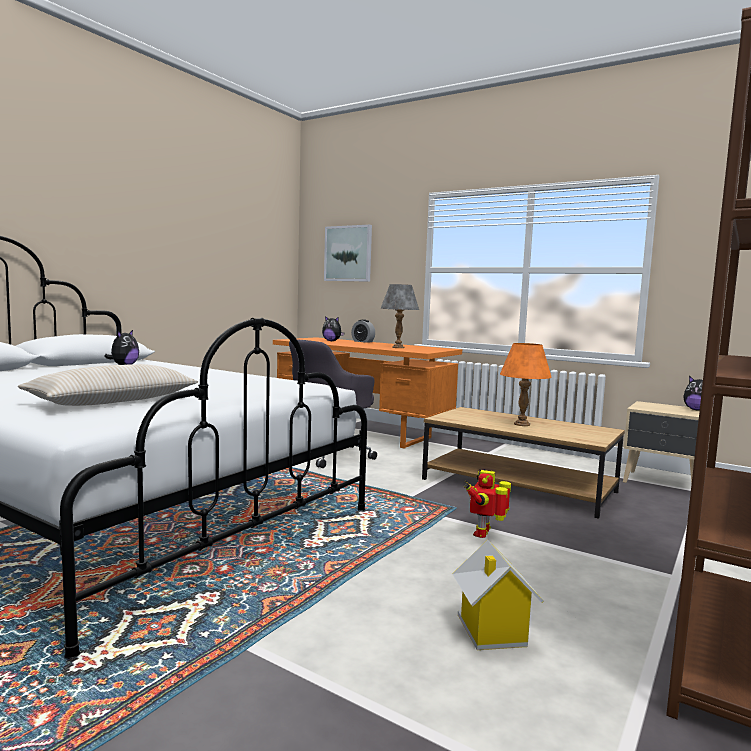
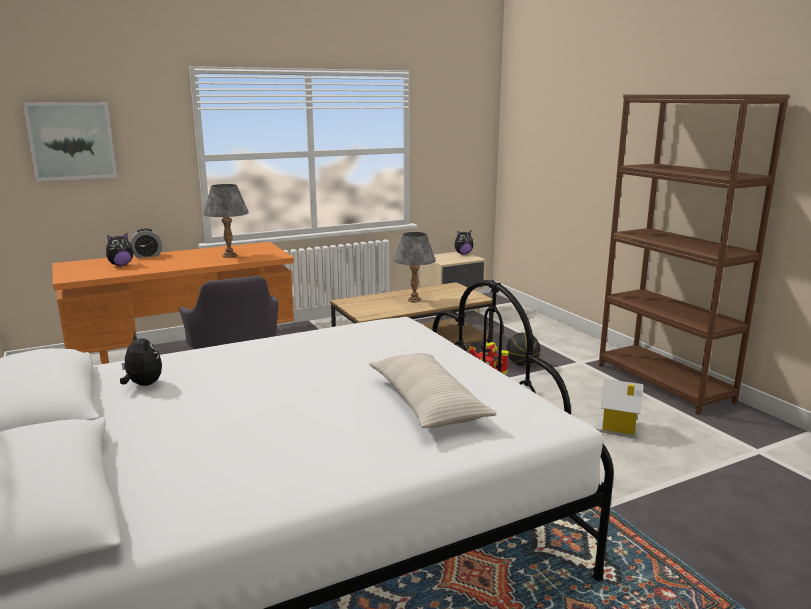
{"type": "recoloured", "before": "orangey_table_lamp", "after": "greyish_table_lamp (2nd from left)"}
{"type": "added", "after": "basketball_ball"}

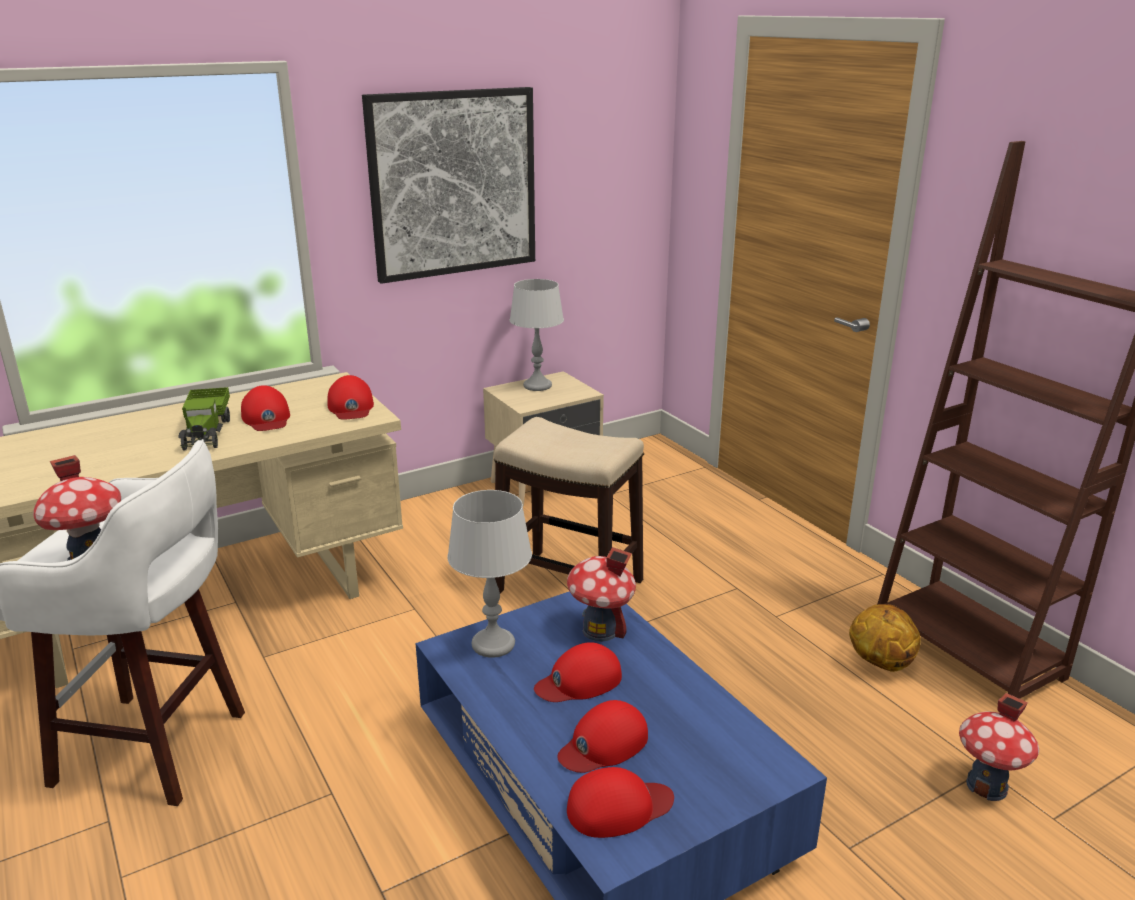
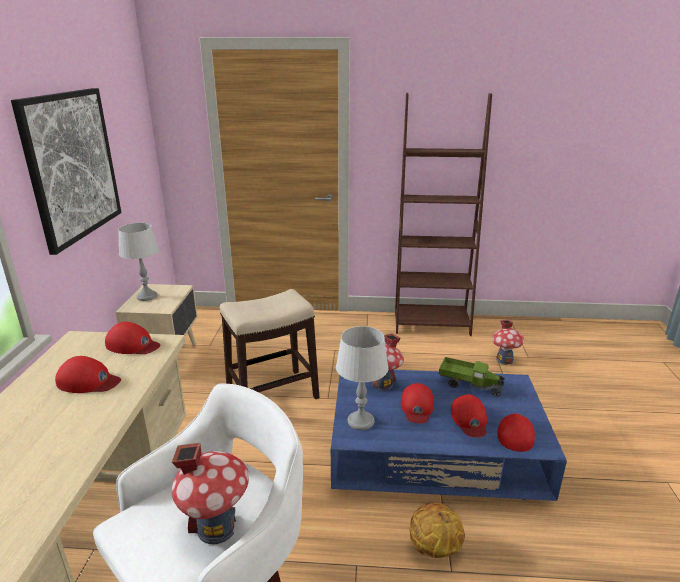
{"type": "moved", "before": "model_truck"}
{"type": "moved", "before": "basketball_ball"}

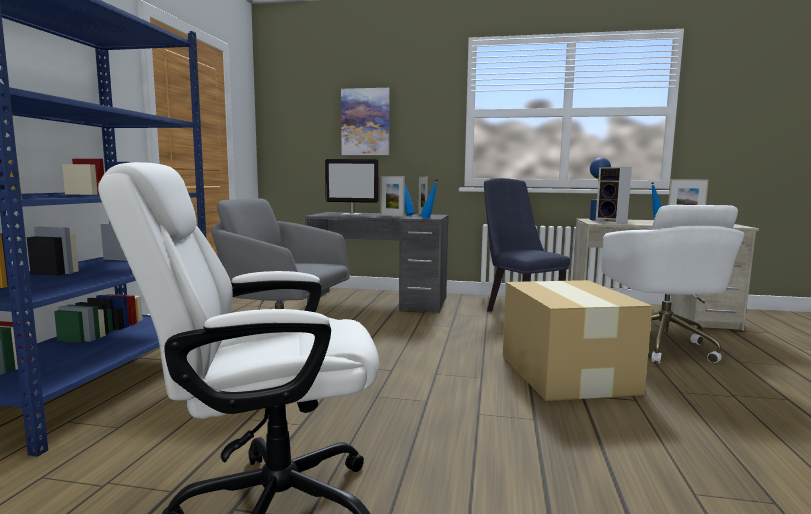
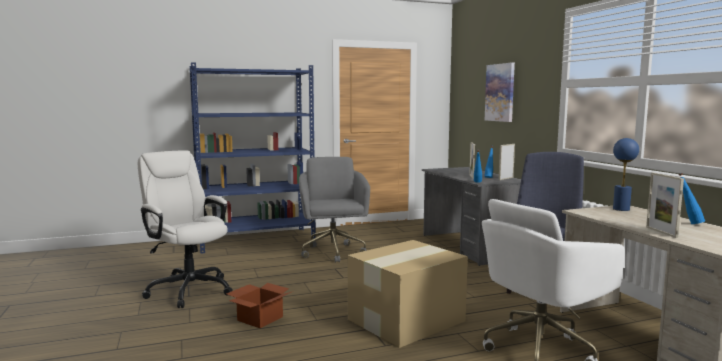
{"type": "removed", "before": "monitor"}
{"type": "removed", "before": "speaker"}
{"type": "added", "after": "cardboard_box (1st from left)"}

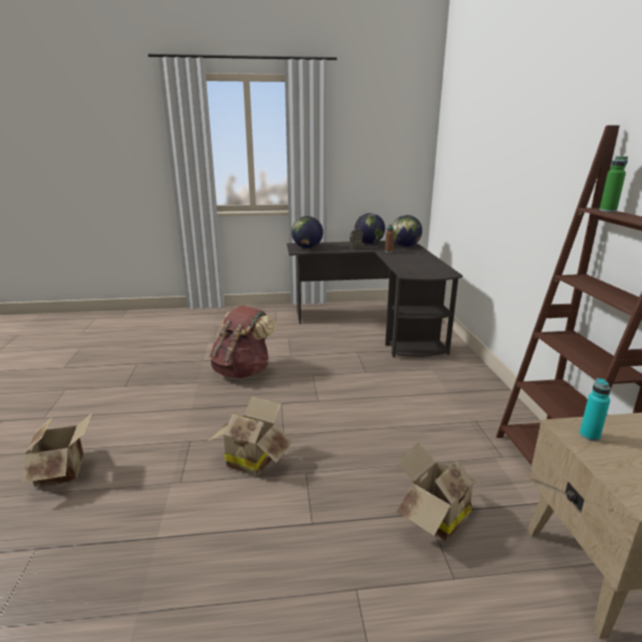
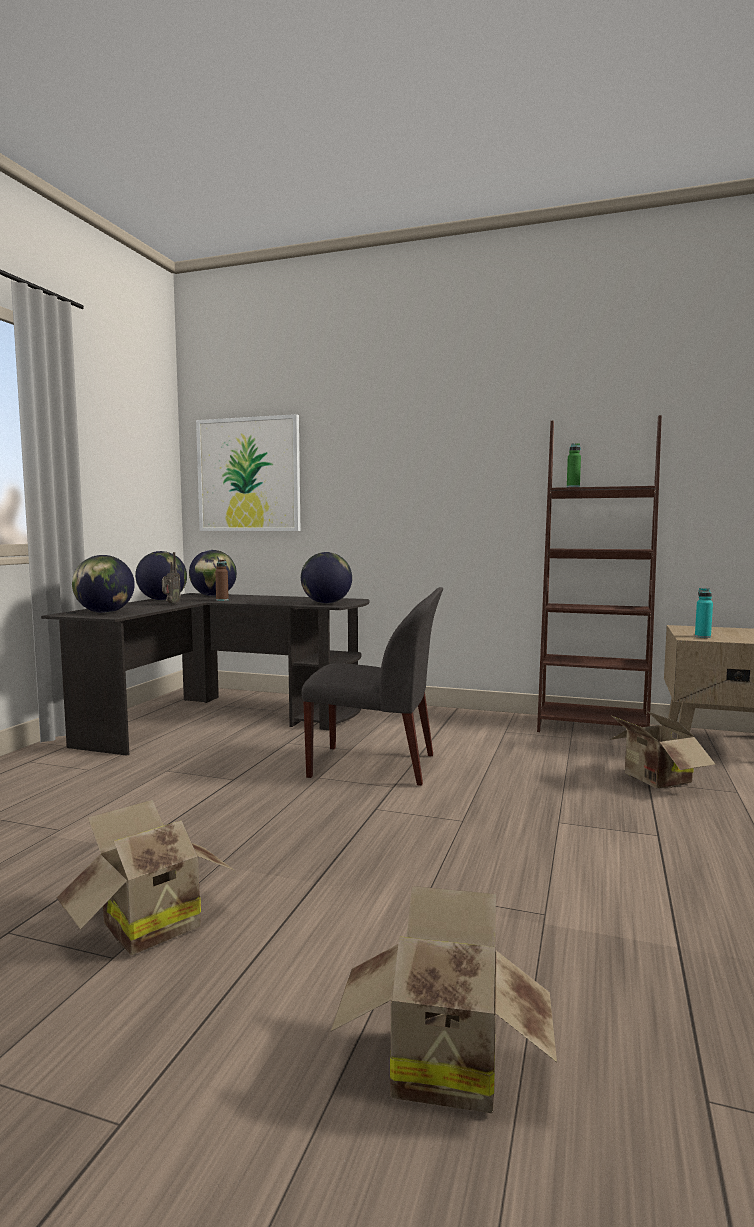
{"type": "moved", "before": "cardboard_box (2nd from left in the first image)", "after": "cardboard_box (1st from left)"}
{"type": "removed", "before": "brownish_backpack"}
{"type": "added", "after": "wall_picture"}
{"type": "added", "after": "globe (4th from left)"}
{"type": "added", "after": "greyish_plain_chair"}

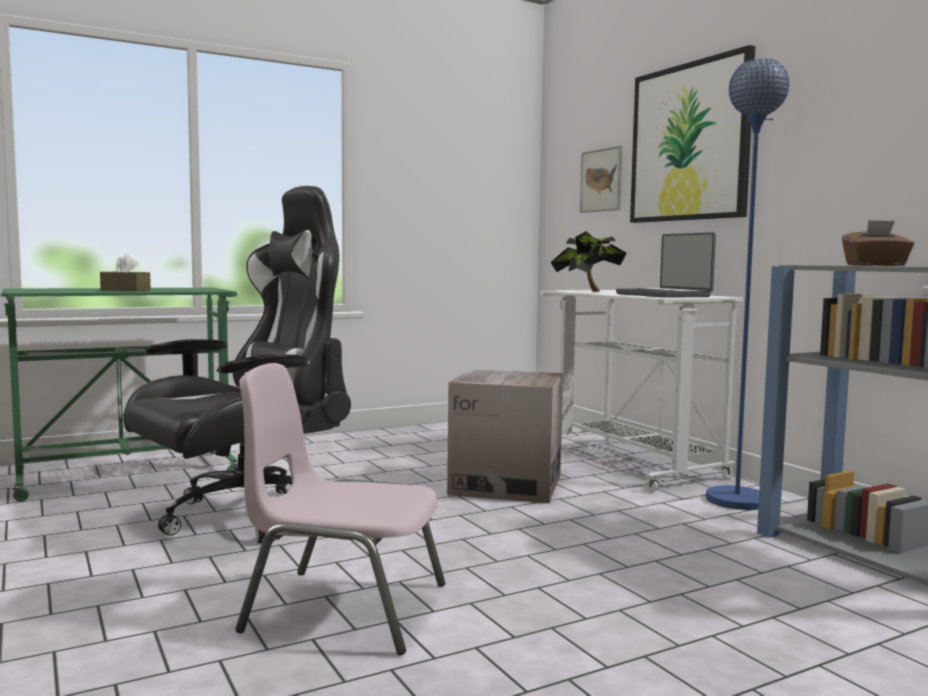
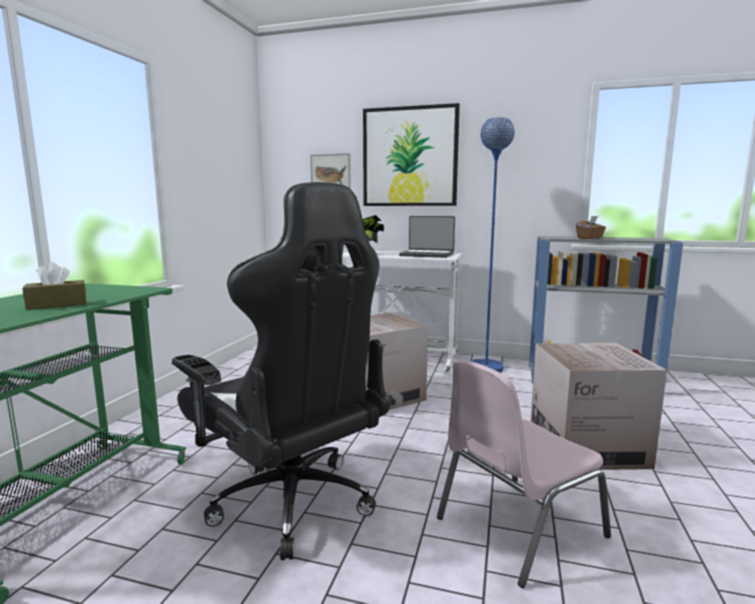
{"type": "turned", "before": "blackish_office_chair", "turn": 135}
{"type": "added", "after": "cardboard_box (2nd from left)"}

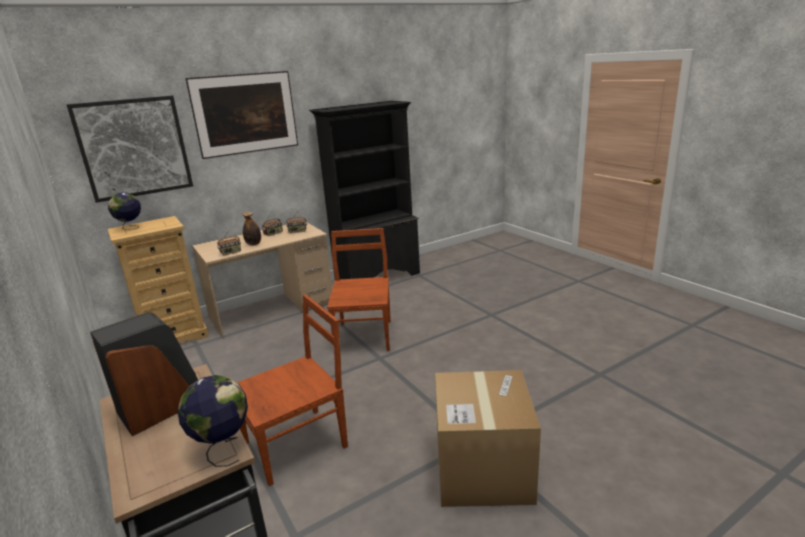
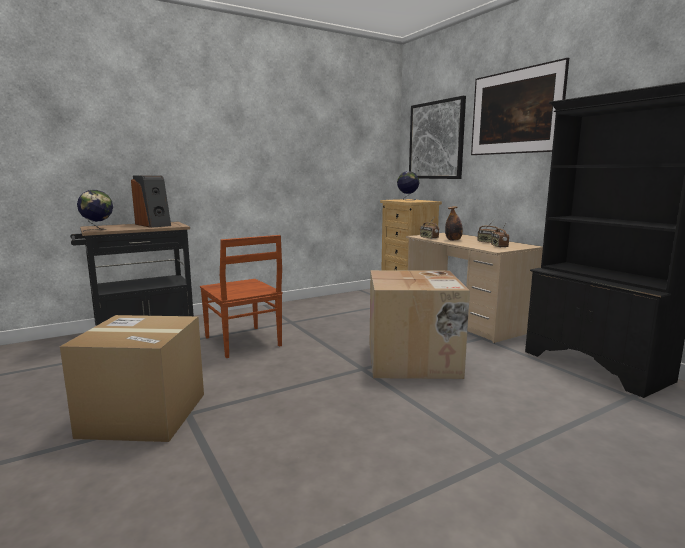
{"type": "replaced", "before": "brownish_plain_chair (2nd from left)", "after": "cardboard_box (2nd from left)"}

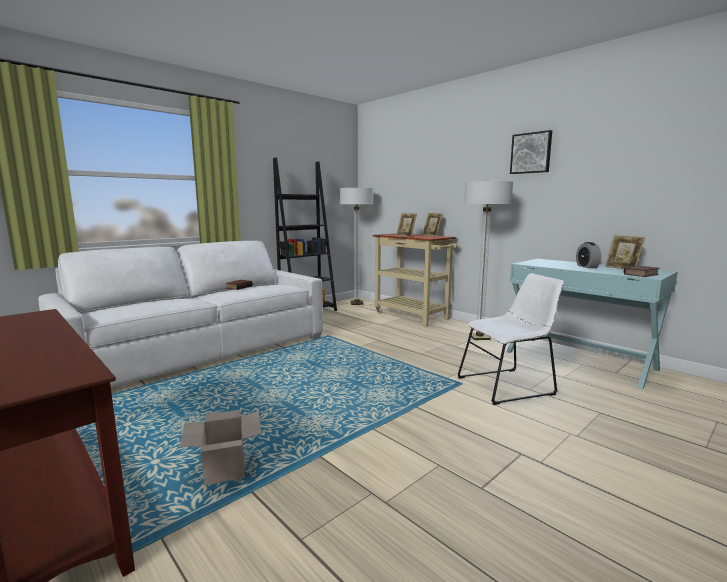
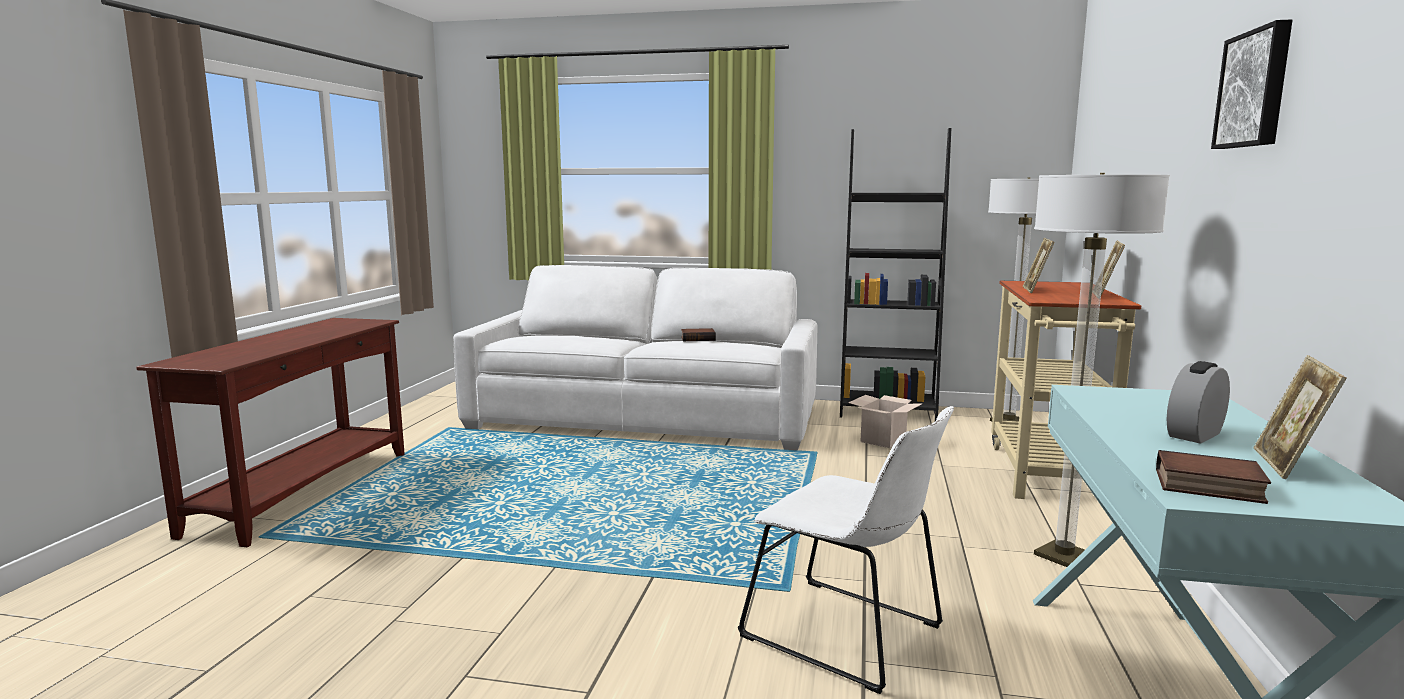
{"type": "moved", "before": "cardboard_box"}

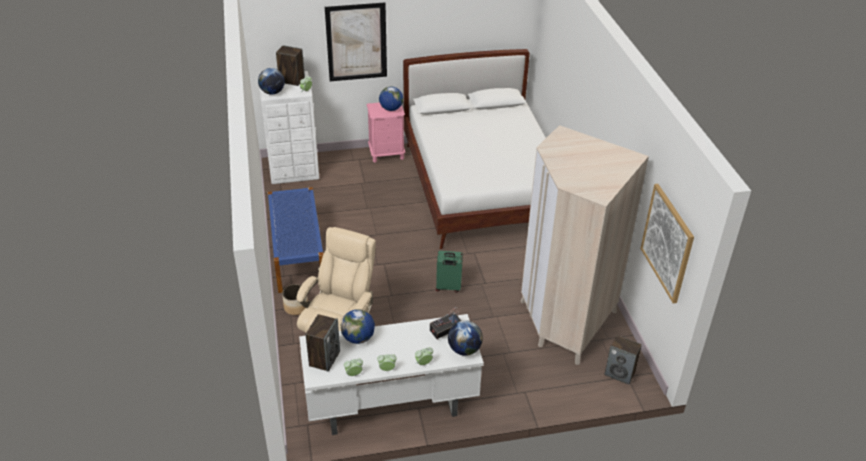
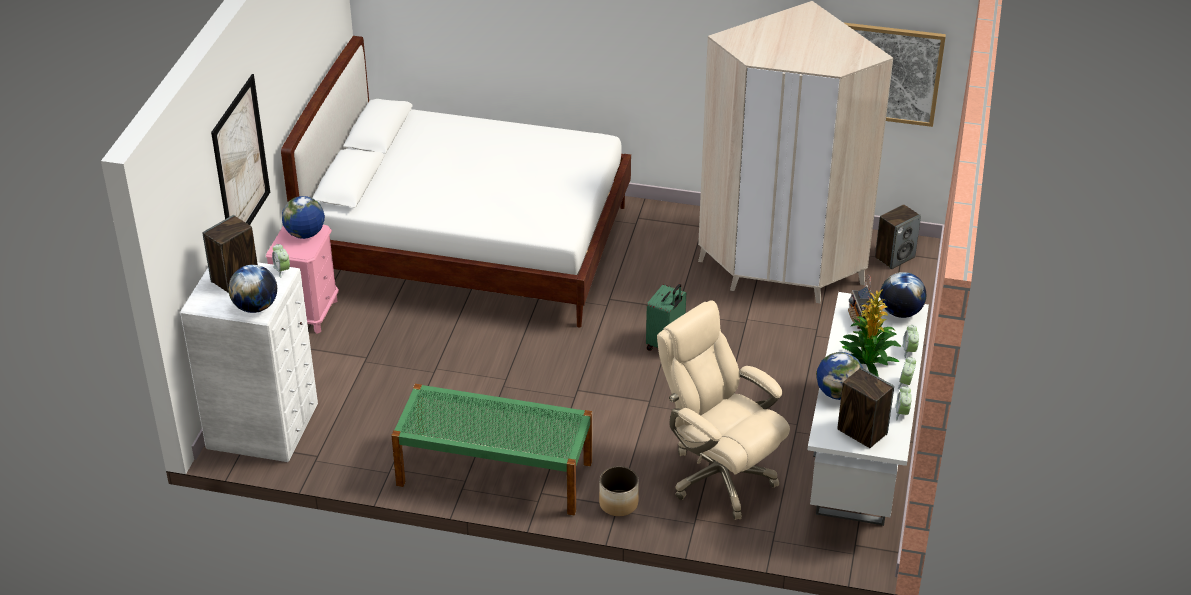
{"type": "recoloured", "before": "blue-coloured_indoor_bench", "after": "green-coloured_indoor_bench"}
{"type": "added", "after": "potted_plant"}

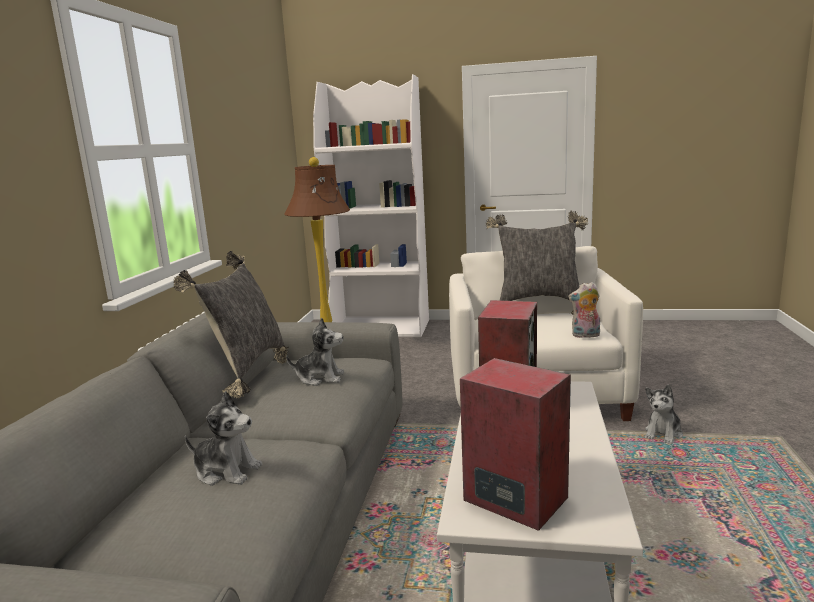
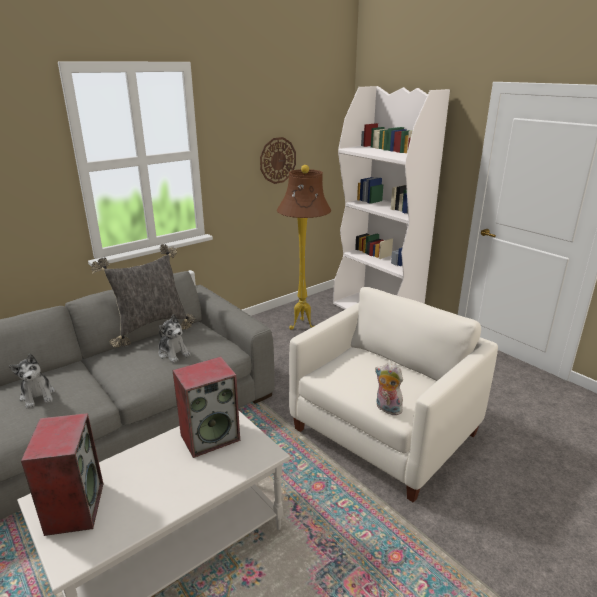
{"type": "removed", "before": "cushion (2nd from left)"}
{"type": "removed", "before": "soft_toy (4th from left)"}
{"type": "added", "after": "clock_on_the_wall"}

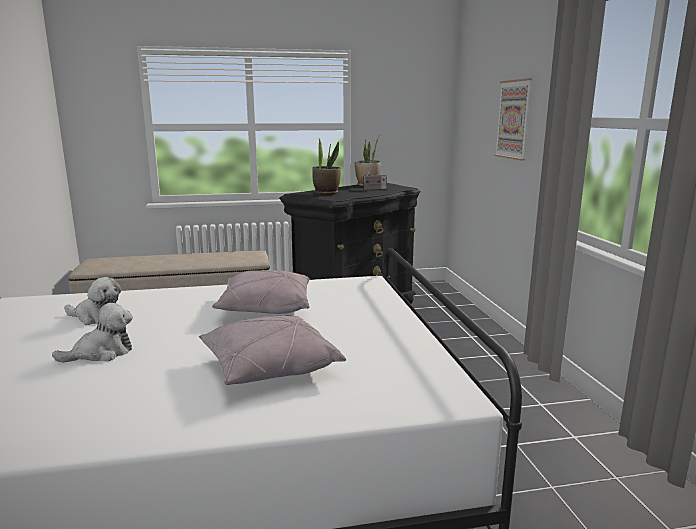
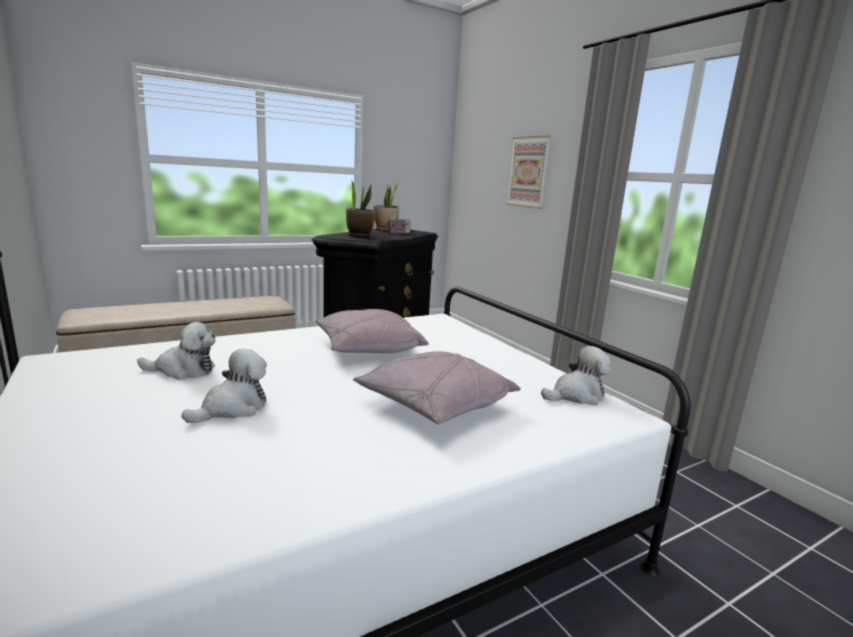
{"type": "added", "after": "soft_toy (3rd from left)"}

